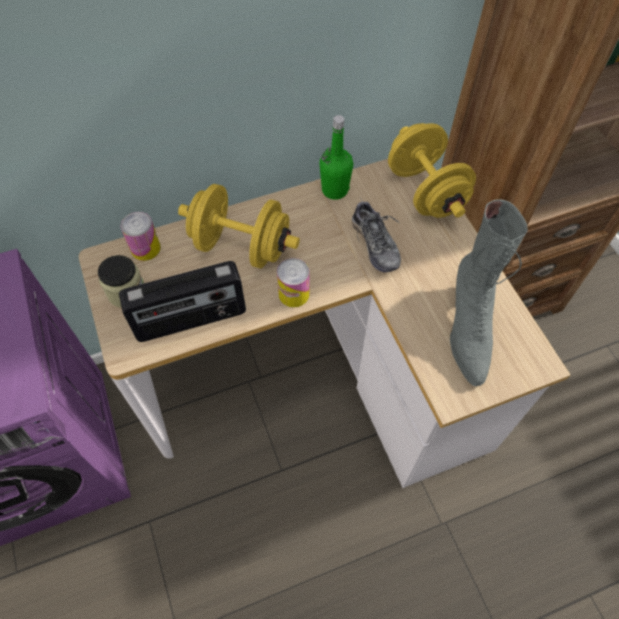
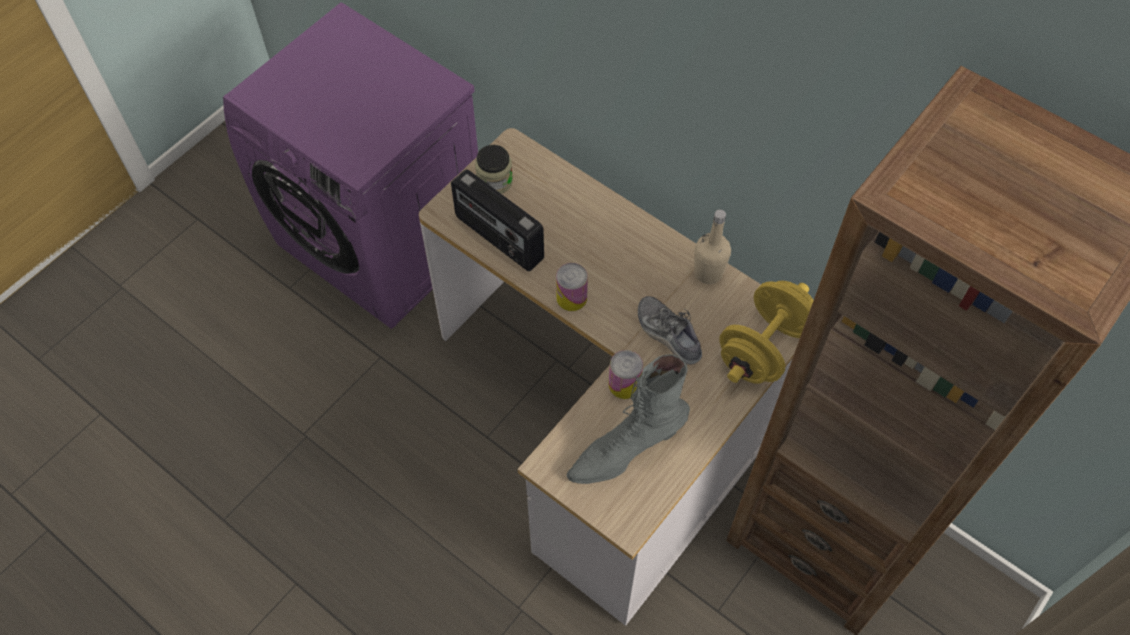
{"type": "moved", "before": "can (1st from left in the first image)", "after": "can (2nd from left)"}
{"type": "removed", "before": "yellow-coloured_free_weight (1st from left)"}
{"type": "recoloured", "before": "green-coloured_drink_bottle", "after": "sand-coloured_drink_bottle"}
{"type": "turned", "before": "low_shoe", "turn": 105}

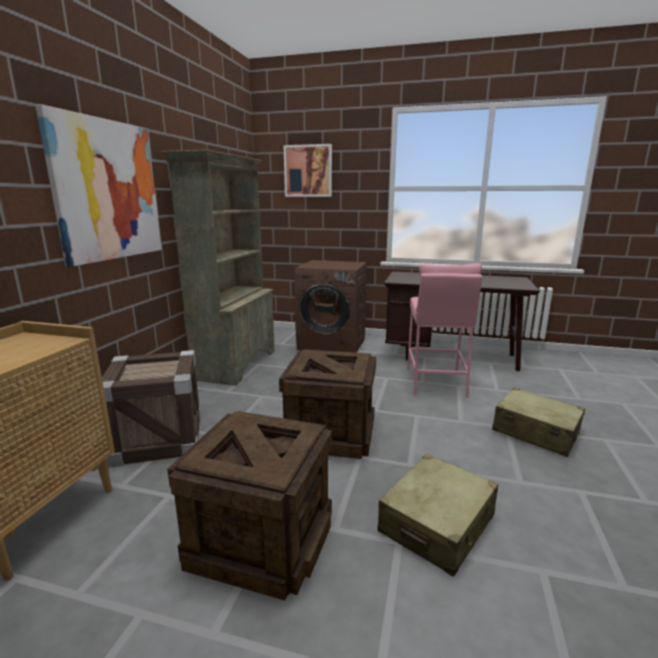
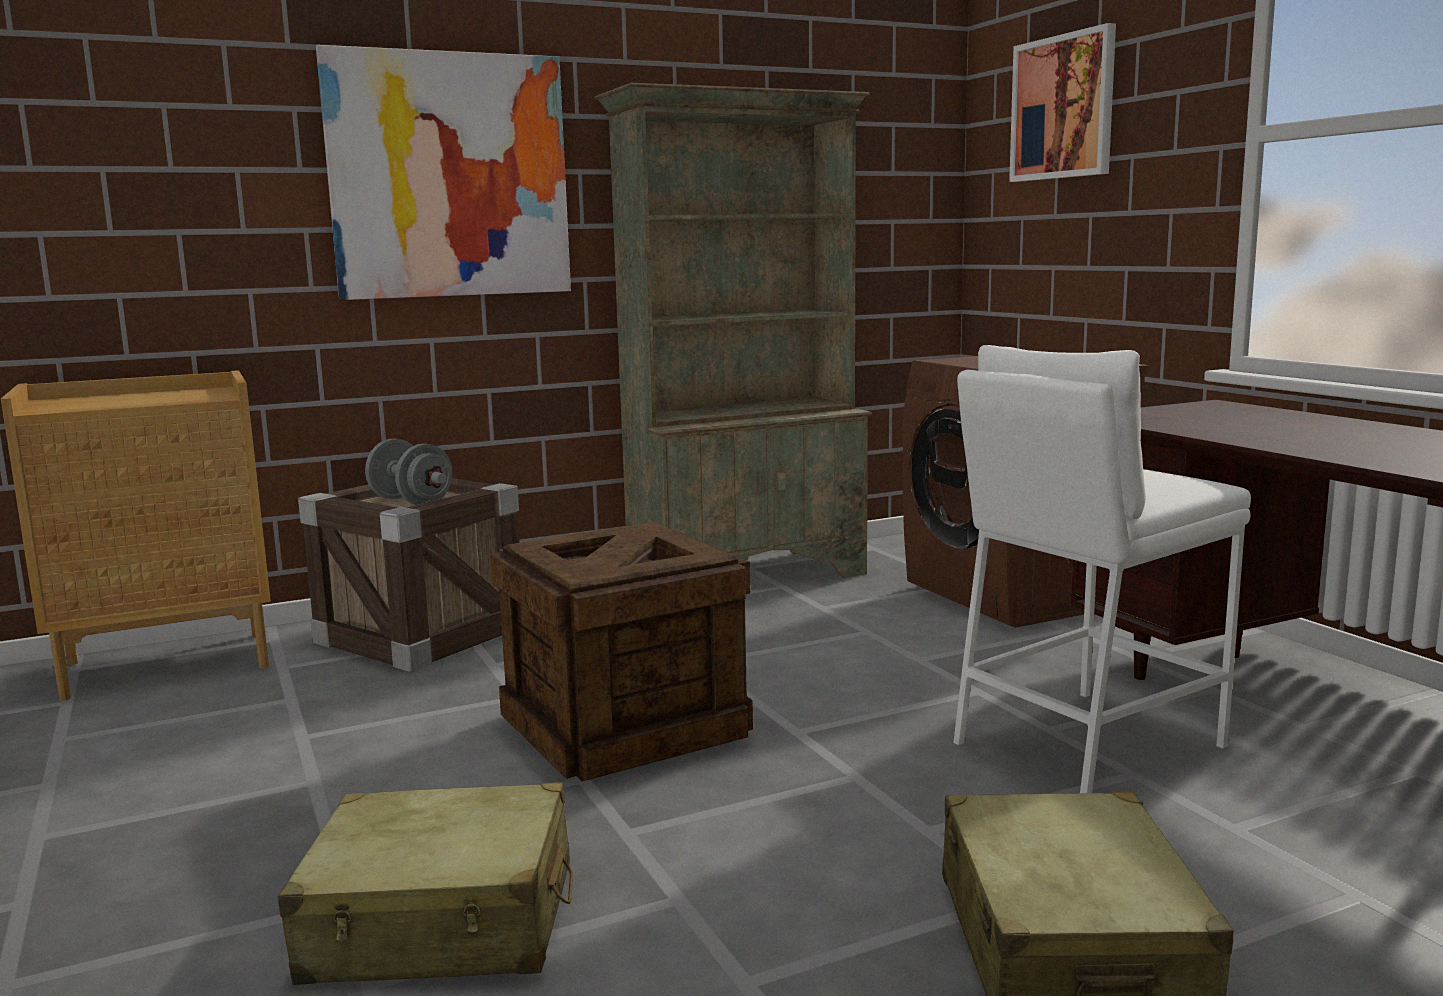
{"type": "removed", "before": "packing_crate (2nd from left)"}
{"type": "recoloured", "before": "pink_stool_seat", "after": "white_stool_seat"}
{"type": "added", "after": "greyish_free_weight"}

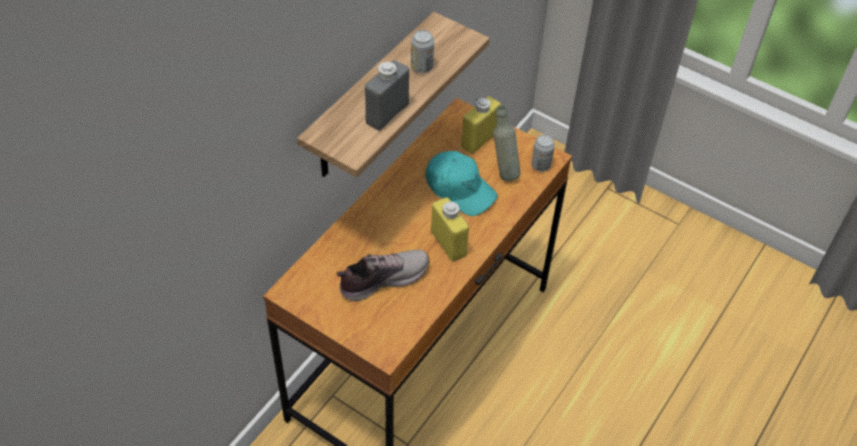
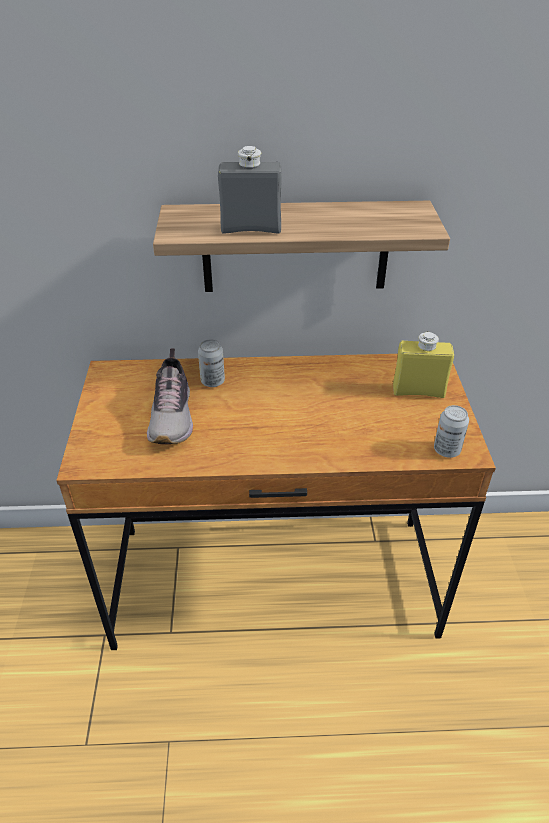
{"type": "turned", "before": "low_shoe", "turn": 60}
{"type": "moved", "before": "can (1st from left)"}
{"type": "removed", "before": "blue-green_peaked_cap"}
{"type": "removed", "before": "yellow-coloured_drink_bottle (1st from left)"}
{"type": "removed", "before": "greyish_drink_bottle (2nd from left)"}

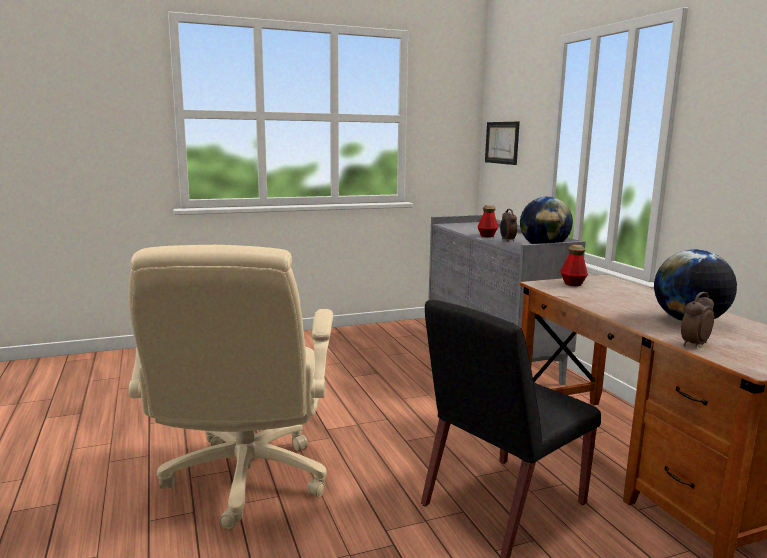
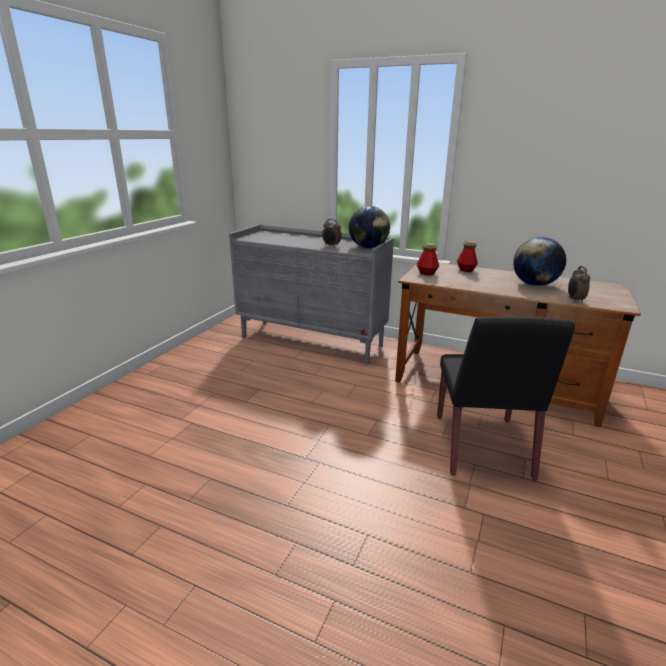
{"type": "removed", "before": "sand-coloured_office_chair"}
{"type": "moved", "before": "drink_bottle (1st from left in the first image)", "after": "drink_bottle (2nd from left)"}
{"type": "removed", "before": "wall_picture"}

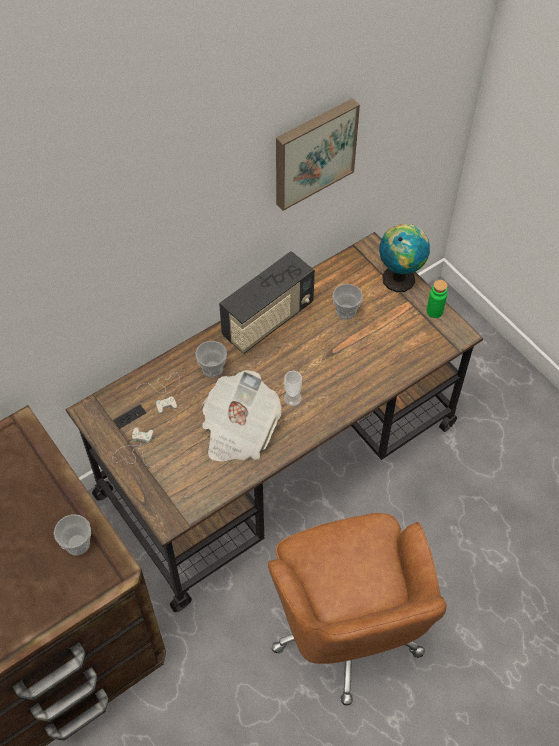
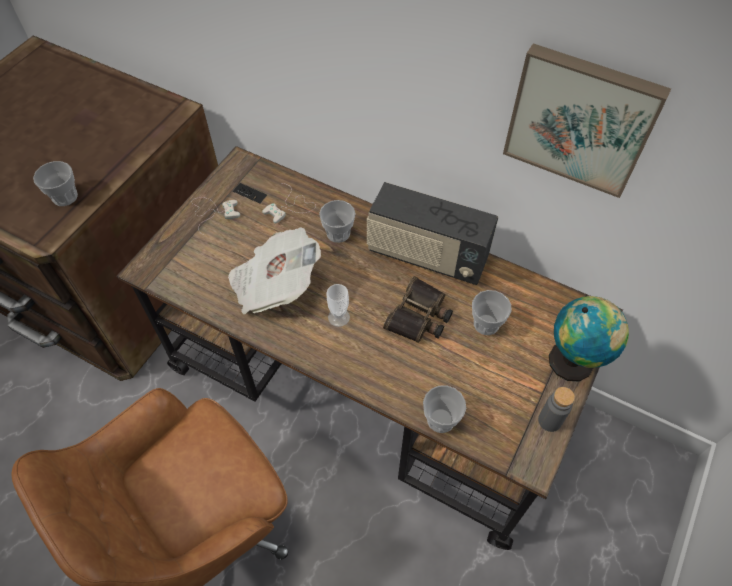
{"type": "recoloured", "before": "green-coloured_drink_bottle", "after": "greyish_drink_bottle"}
{"type": "added", "after": "field_glasses"}
{"type": "added", "after": "small_cup (4th from left)"}

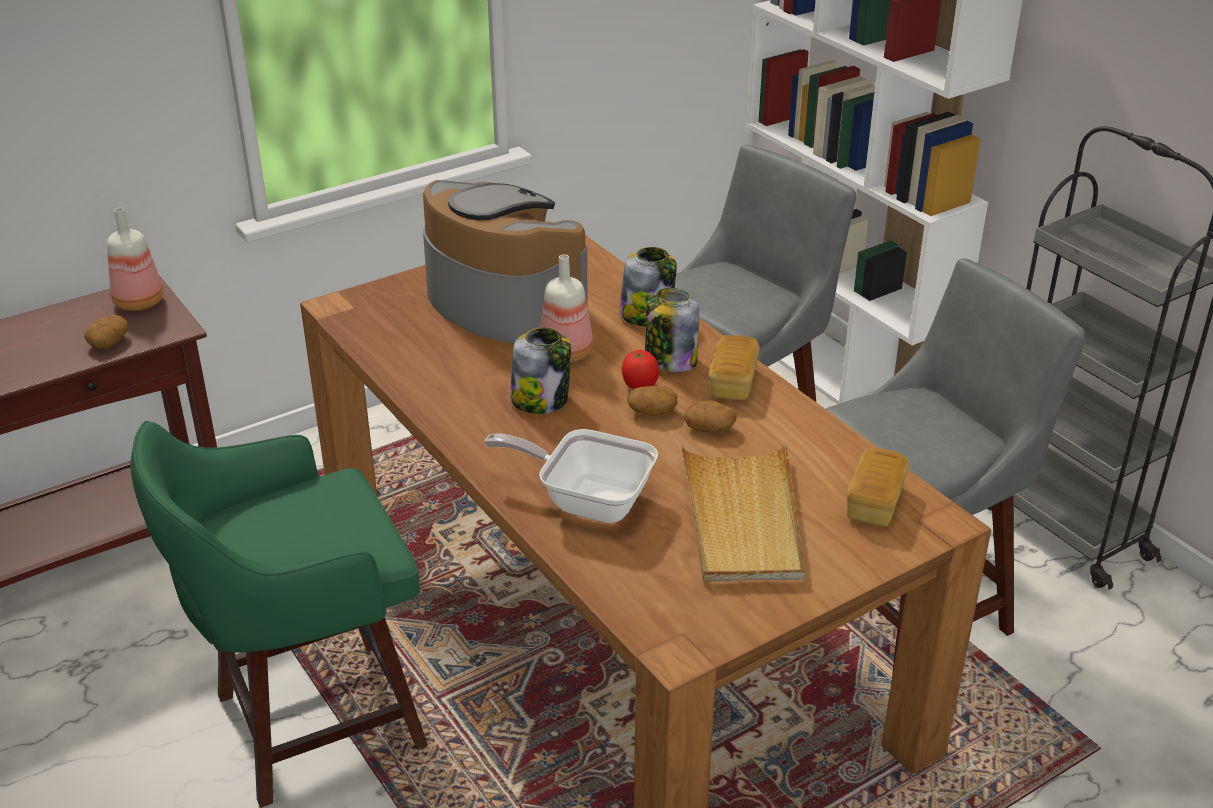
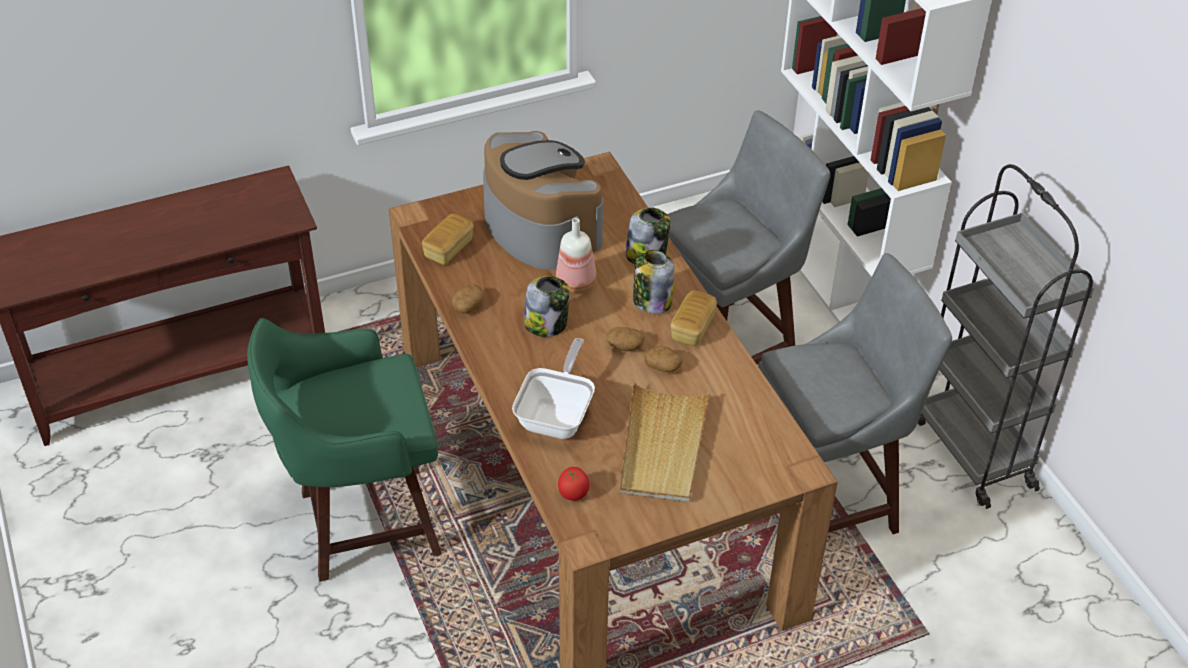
{"type": "moved", "before": "spud (1st from left)"}
{"type": "removed", "before": "drink_bottle (1st from left)"}
{"type": "turned", "before": "skillet", "turn": 75}
{"type": "moved", "before": "whole_tomato"}
{"type": "moved", "before": "bakery_bread (2nd from left in the first image)", "after": "bakery_bread (1st from left)"}

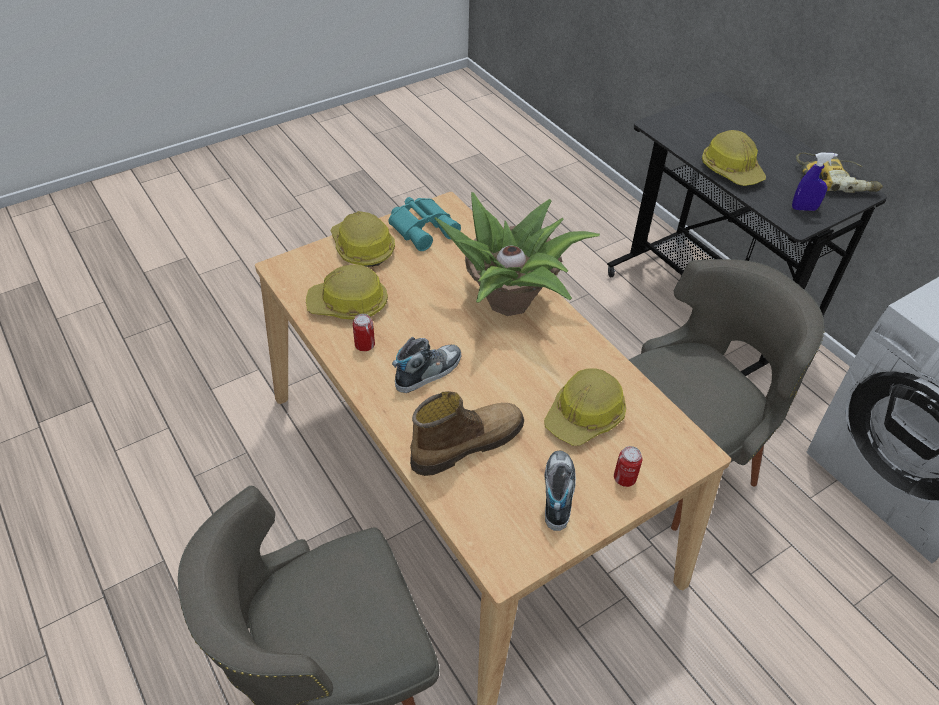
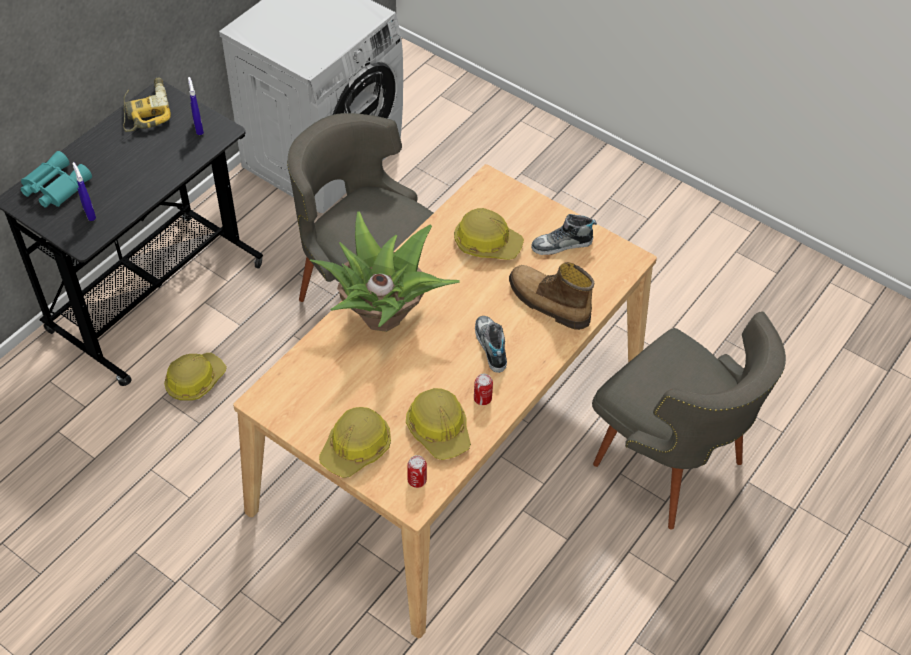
{"type": "moved", "before": "blue-green_field_glasses"}
{"type": "turned", "before": "low_shoe (1st from left)", "turn": 45}
{"type": "moved", "before": "can (2nd from left in the first image)", "after": "can (1st from left)"}
{"type": "moved", "before": "safety_helmet (4th from left in the first image)", "after": "safety_helmet (1st from left)"}
{"type": "added", "after": "blue-coloured_spray_bottle (1st from left)"}

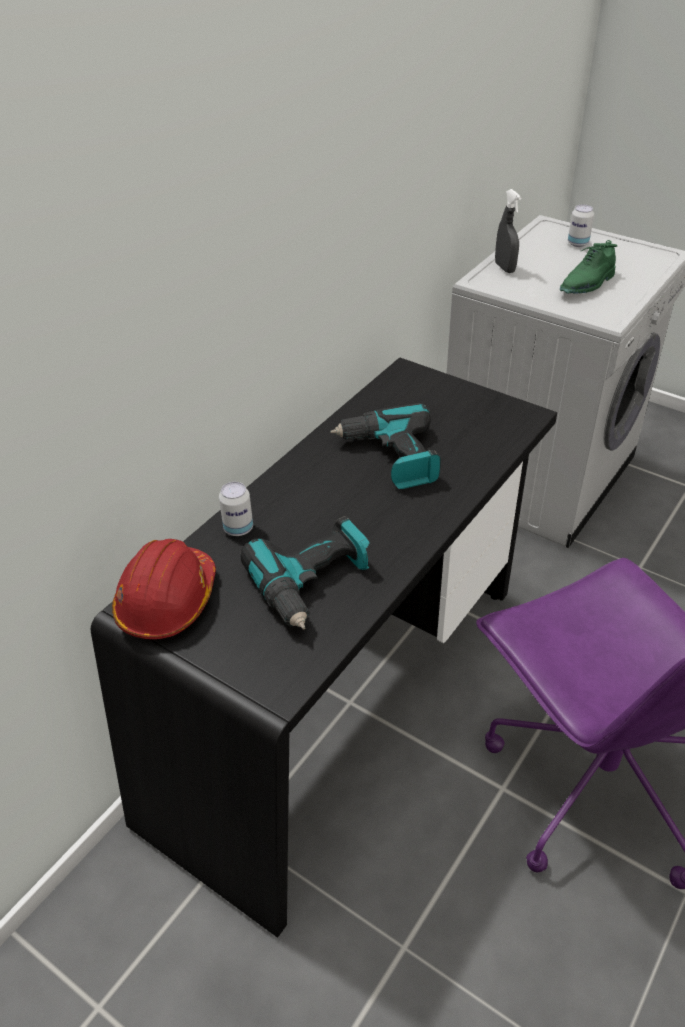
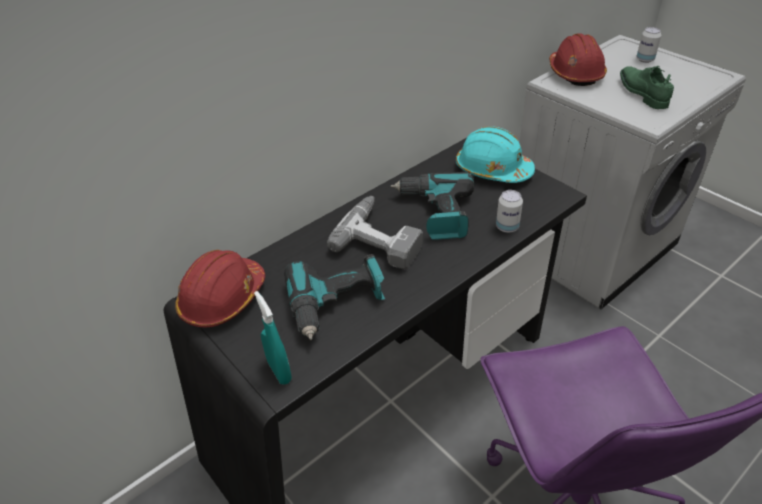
{"type": "moved", "before": "can (1st from left)"}
{"type": "replaced", "before": "greyish_spray_bottle", "after": "red-coloured_safety_helmet (2nd from left)"}
{"type": "turned", "before": "green-coloured_low_shoe", "turn": 105}
{"type": "added", "after": "blue-green_spray_bottle"}
{"type": "added", "after": "power_drill (2nd from left)"}
{"type": "added", "after": "blue-green_safety_helmet"}

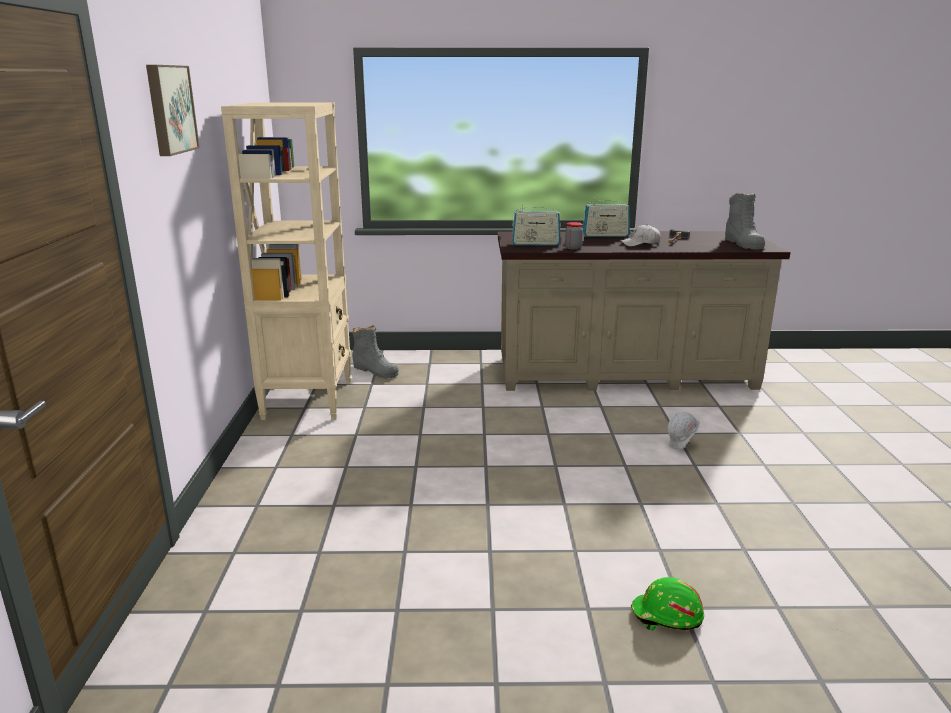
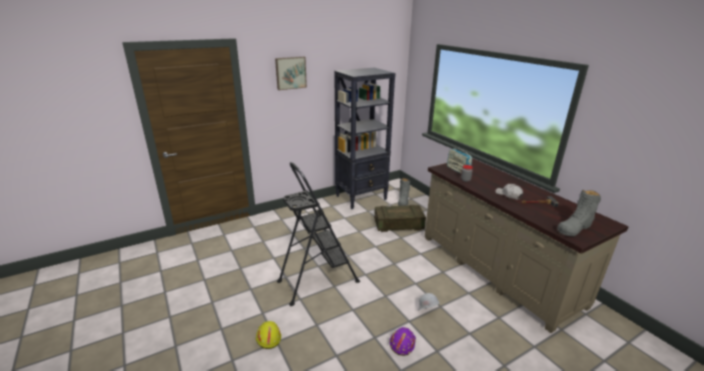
{"type": "recoloured", "before": "sand-coloured_bookshelf", "after": "blackish_bookshelf"}
{"type": "removed", "before": "radio (2nd from left)"}
{"type": "recoloured", "before": "green-coloured_safety_helmet", "after": "yellow-coloured_safety_helmet"}
{"type": "added", "after": "step_ladder"}
{"type": "added", "after": "packing_crate"}
{"type": "added", "after": "purple_safety_helmet"}

